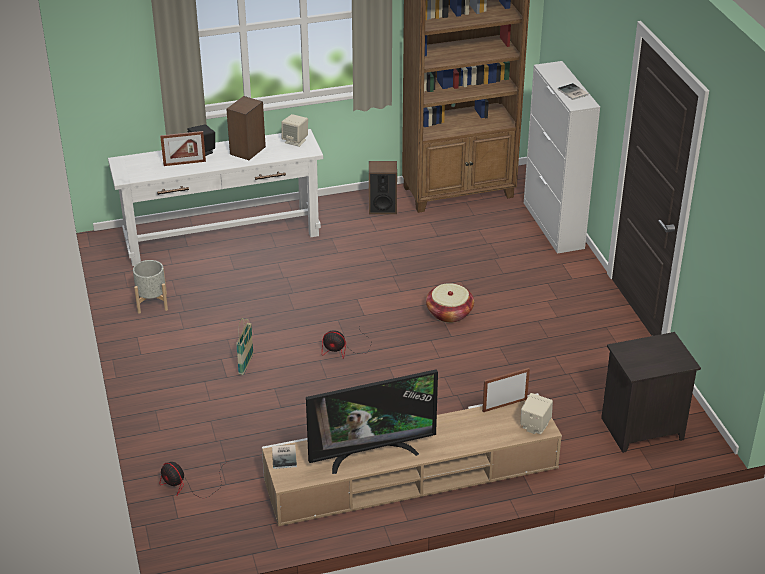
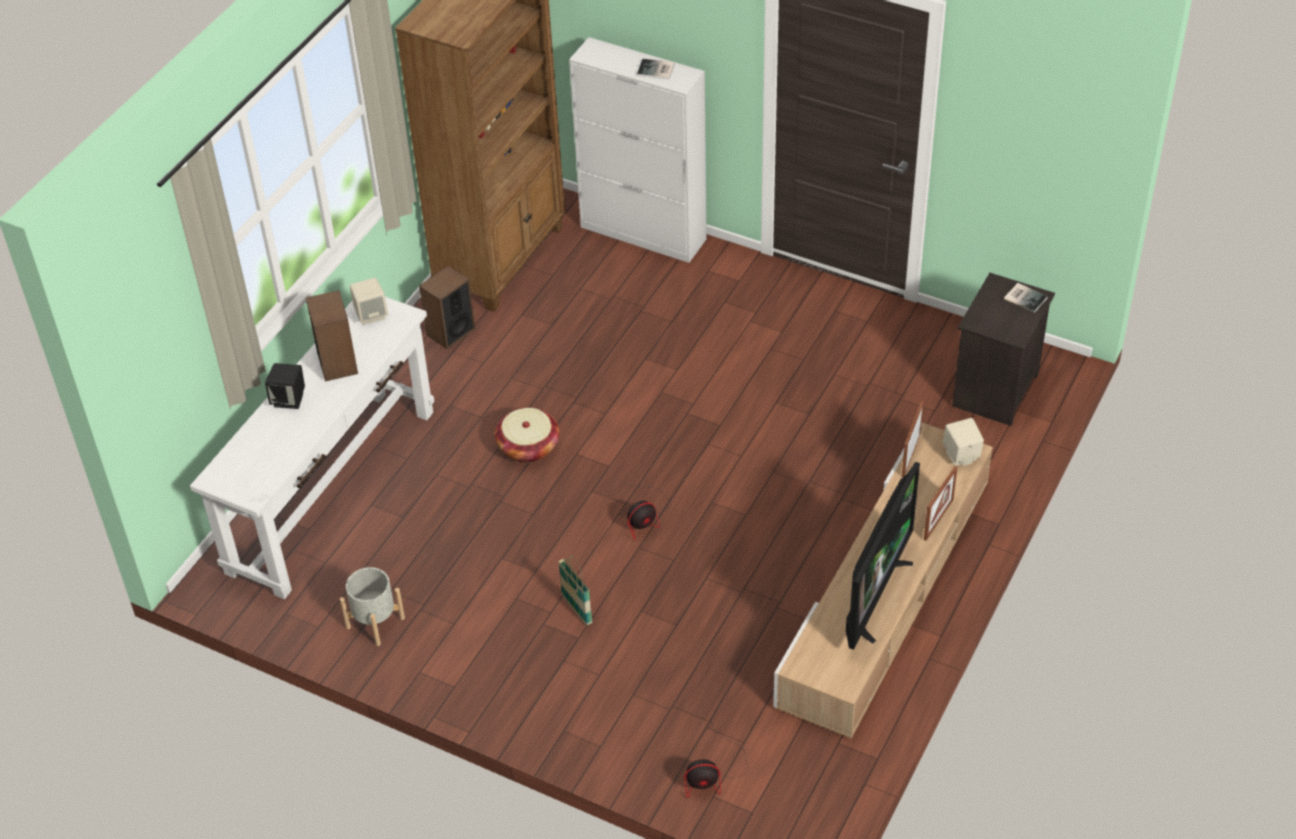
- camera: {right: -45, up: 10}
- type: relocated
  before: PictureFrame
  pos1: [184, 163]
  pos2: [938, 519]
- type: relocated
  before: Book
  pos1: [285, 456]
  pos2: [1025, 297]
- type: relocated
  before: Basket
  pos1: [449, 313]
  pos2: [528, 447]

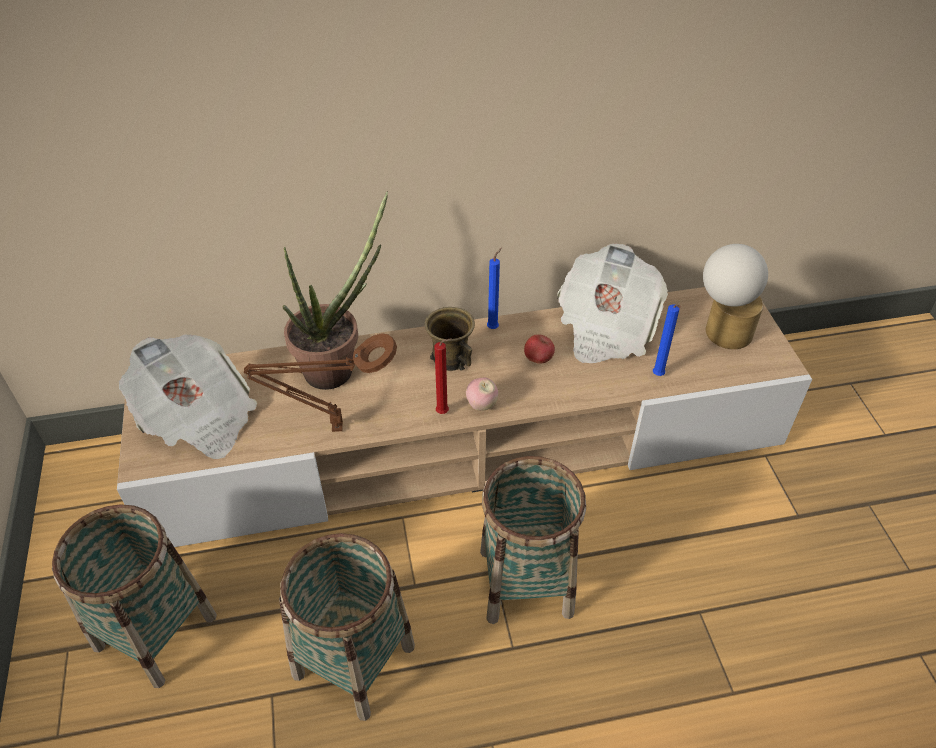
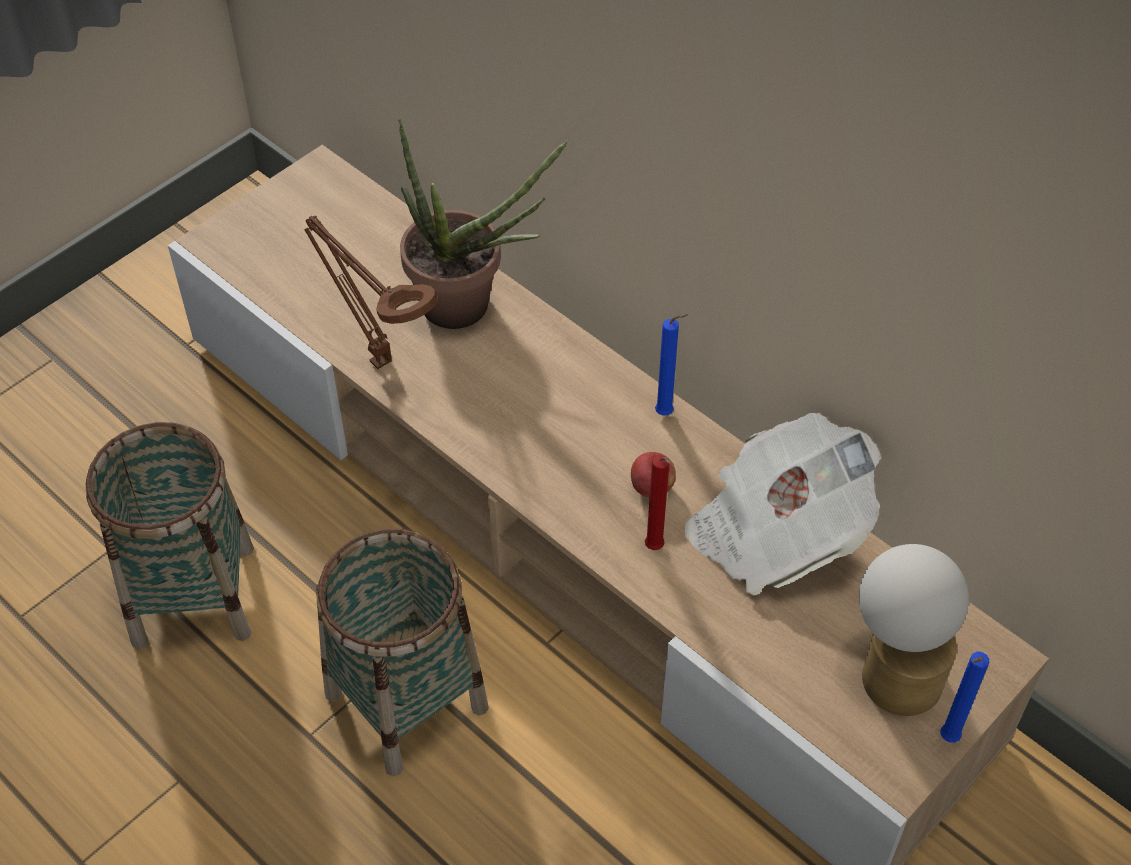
- camera: {right: 55, up: 5}
- type: missing
  before: Basket
  pos1: [155, 631]
- type: missing
  before: Newspaper
  pos1: [198, 417]
- type: missing
  before: BrownMug
  pos1: [451, 359]
- type: relocated
  before: RedCandle
  pos1: [444, 413]
  pos2: [655, 549]
- type: missing
  before: Apple
  pos1: [481, 405]
- type: relocated
  before: BlueCandle
  pos1: [658, 376]
  pos2: [946, 739]

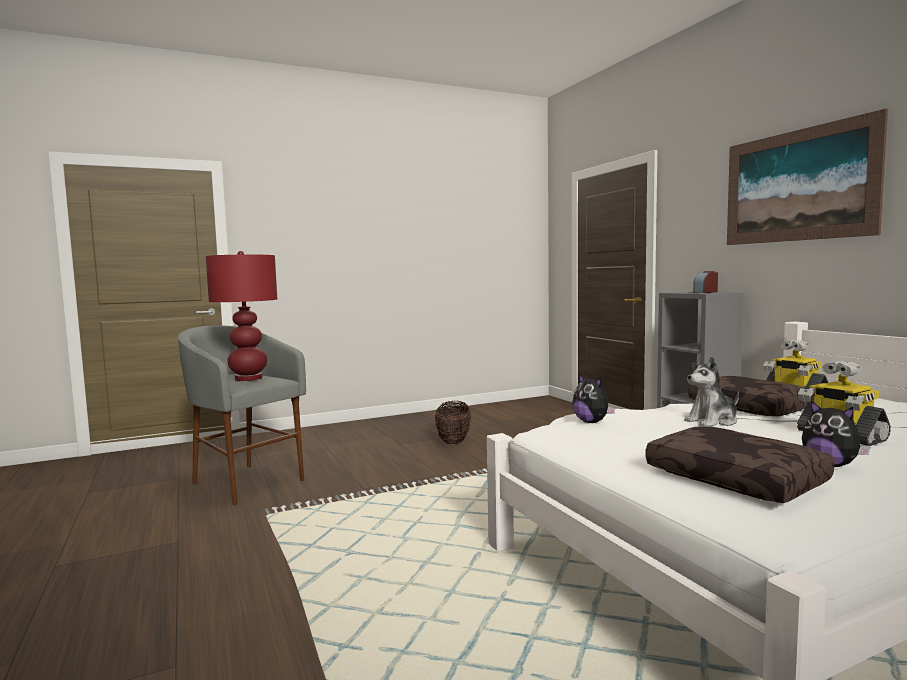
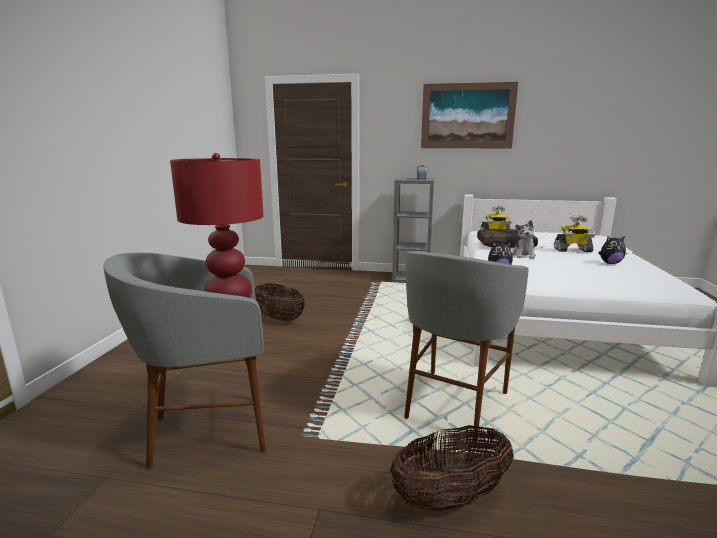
- camera: {right: -55, up: 10}
- type: missing
  before: BrownPillow
  pos1: [737, 479]
- type: appeared
  after: Basket
  pos2: [450, 497]
- type: appeared
  after: GreyStool
  pos2: [454, 404]

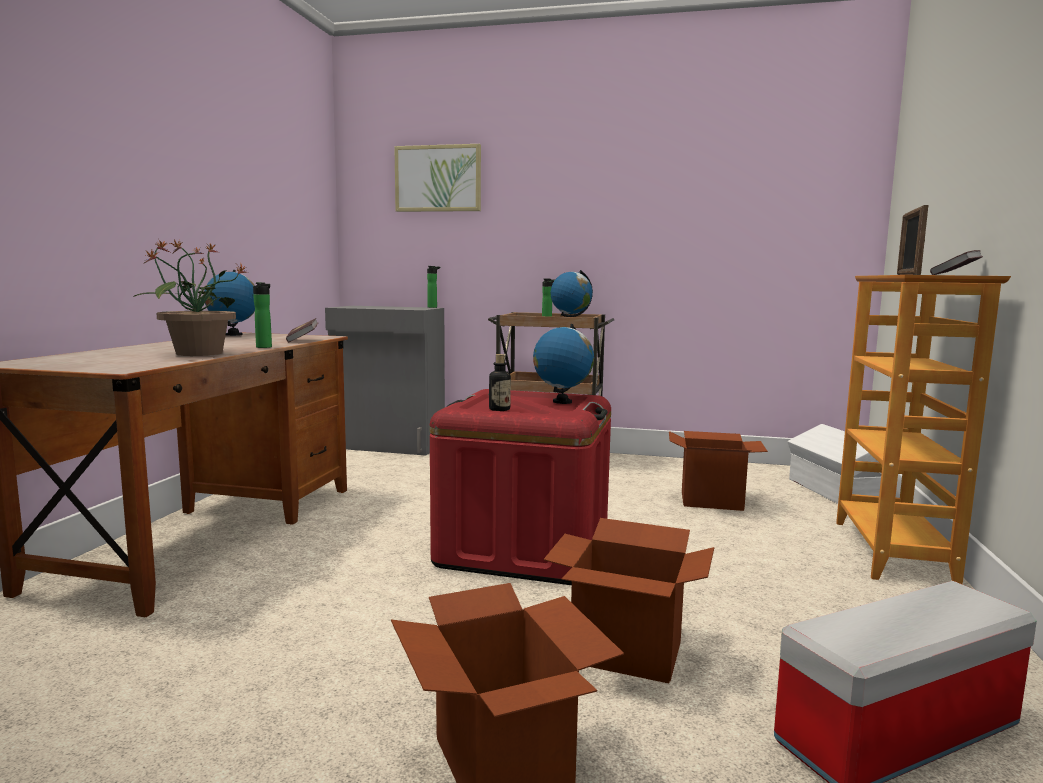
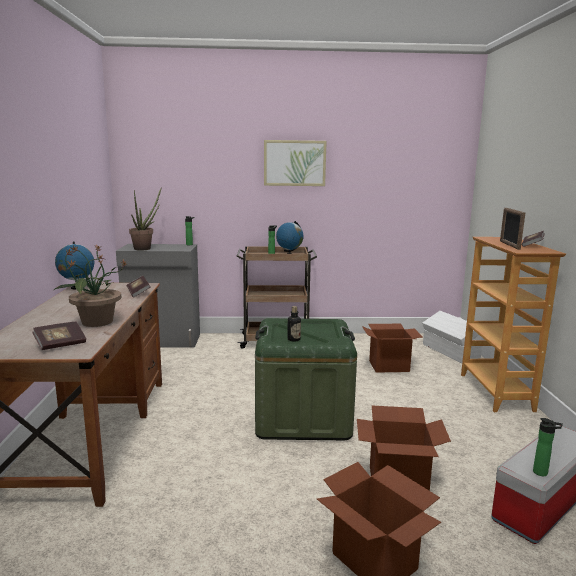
- camera: {right: -15, up: 5}
- type: relocated
  before: Bottle
  pos1: [264, 347]
  pos2: [542, 473]
- type: relocated
  before: Picture
  pos1: [438, 178]
  pos2: [294, 163]
- type: colour
  before: RedStorageBox
  after: GreenStorageBox
  pos1: [524, 548]
  pos2: [303, 416]
- type: missing
  before: Globe
  pos1: [562, 402]
- type: appeared
  after: Book
  pos2: [60, 344]
- type: appeared
  after: PottedPlant
  pos2: [145, 248]

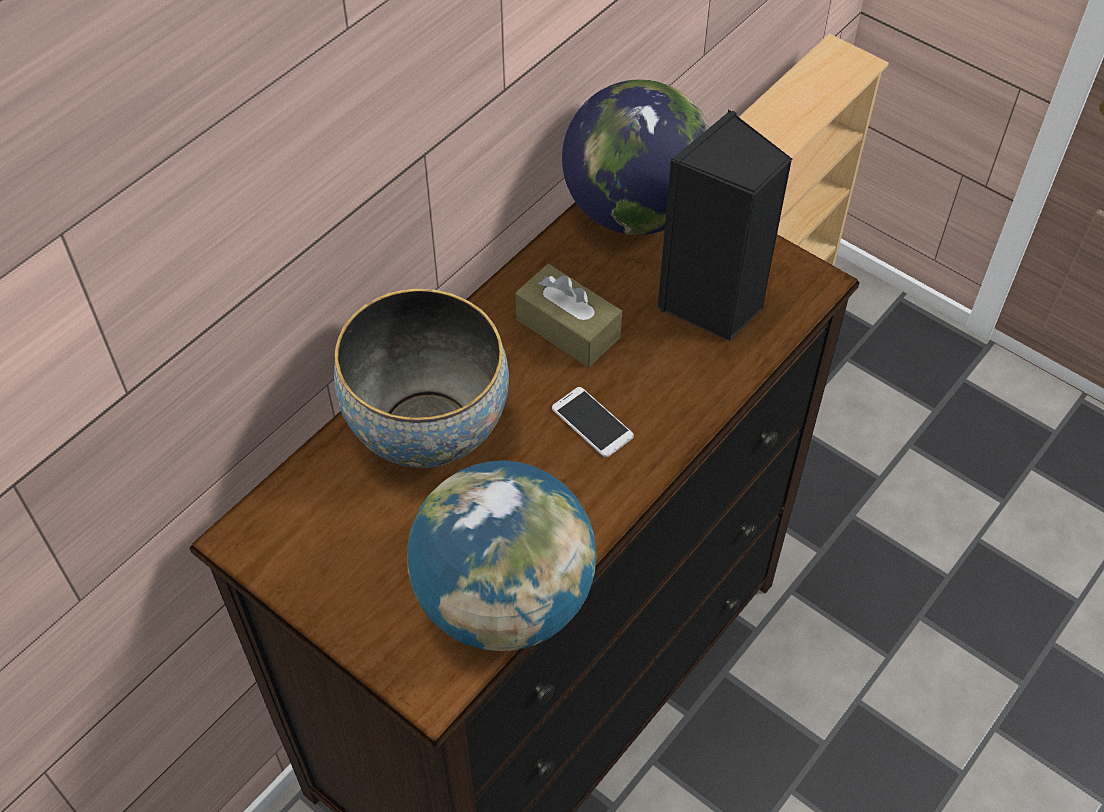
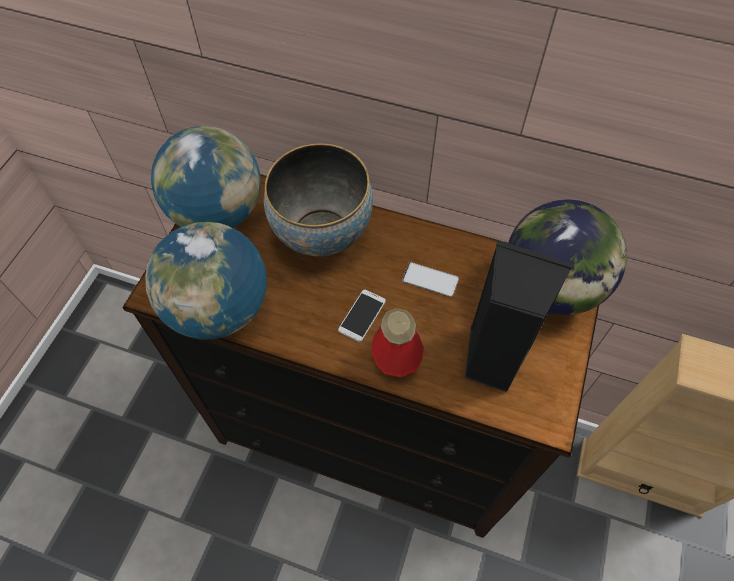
- camera: {right: 70, up: 5}
- type: exchanged
  before: BrownTissueBox
  after: Phone
  pos1: [568, 328]
  pos2: [430, 279]
- type: appeared
  after: Globe
  pos2: [217, 213]
- type: appeared
  after: Bottle
  pos2: [396, 358]

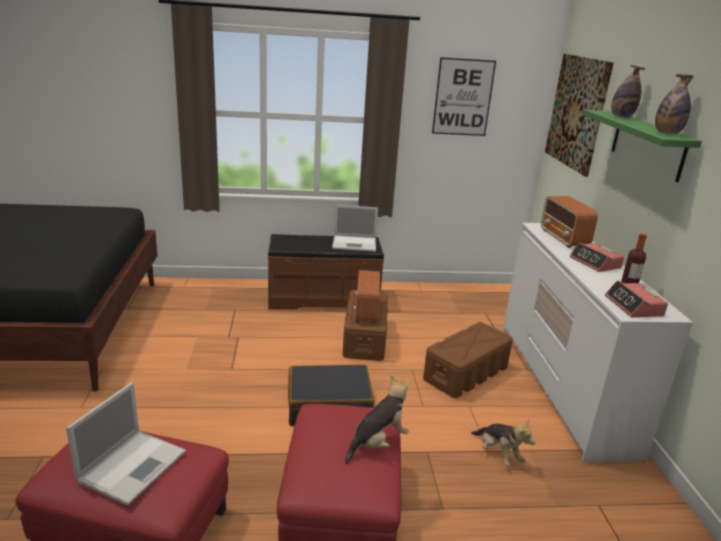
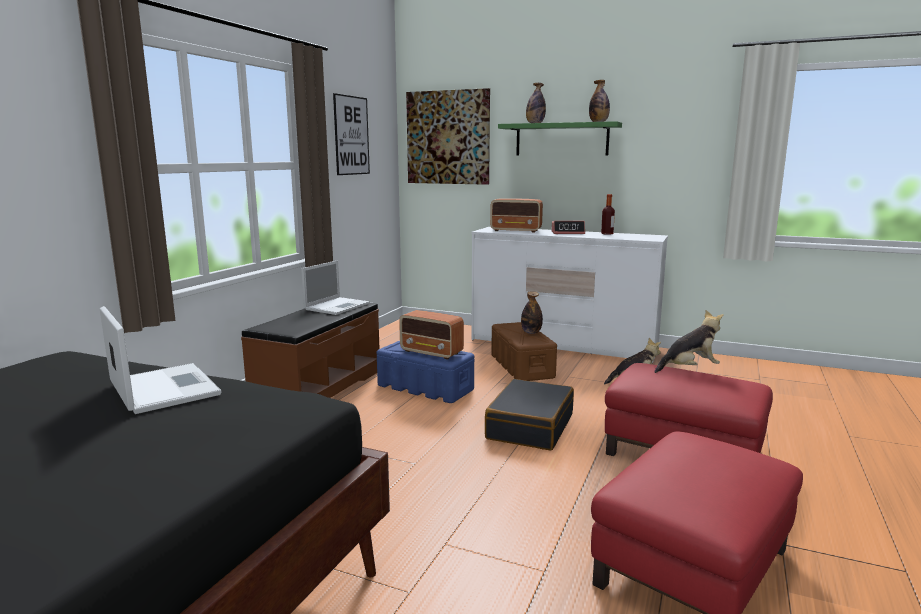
- camera: {right: -60, up: -10}
- type: relocated
  before: Laptop
  pos1: [133, 465]
  pos2: [163, 388]
- type: colour
  before: BrownStorageBox
  after: BlueStorageBox
  pos1: [364, 338]
  pos2: [426, 388]
- type: spun
  before: PlushToy
  pos1: [378, 443]
  pos2: [689, 369]
  turn: 90
- type: missing
  before: AlarmClock
  pos1: [634, 306]
- type: appeared
  after: Bottle
  pos2: [531, 332]

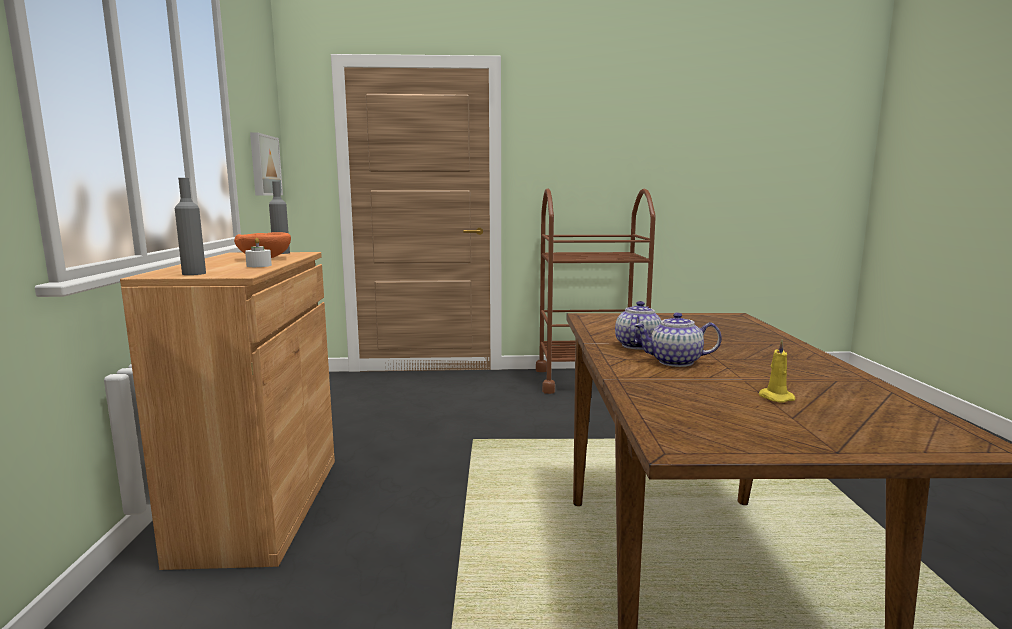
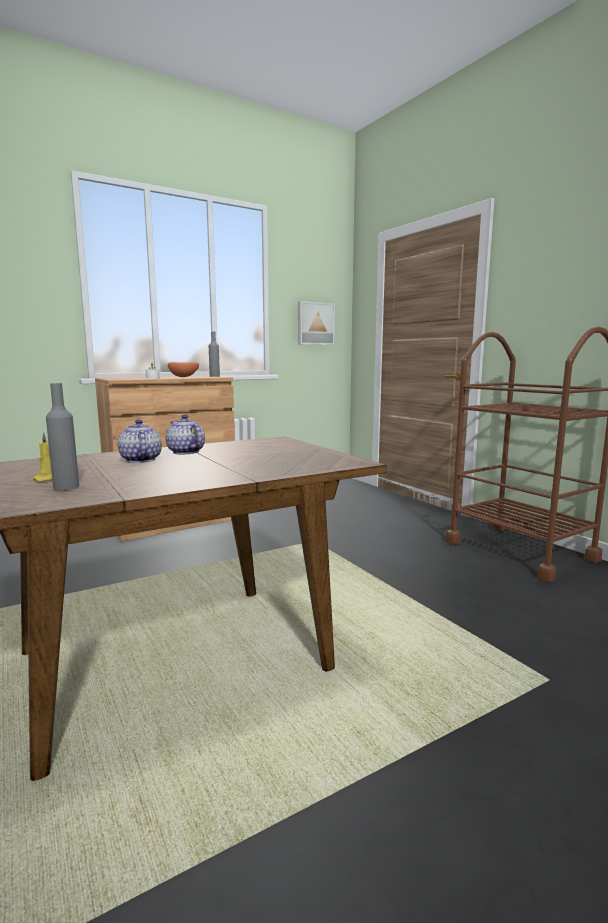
- camera: {right: 60, up: 0}
- type: relocated
  before: GreyBottle
  pos1: [194, 273]
  pos2: [66, 487]
- type: spun
  before: Teapot
  pos1: [637, 345]
  pos2: [185, 452]
  turn: -120

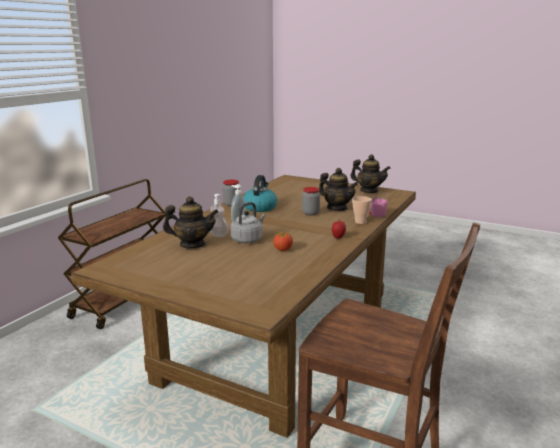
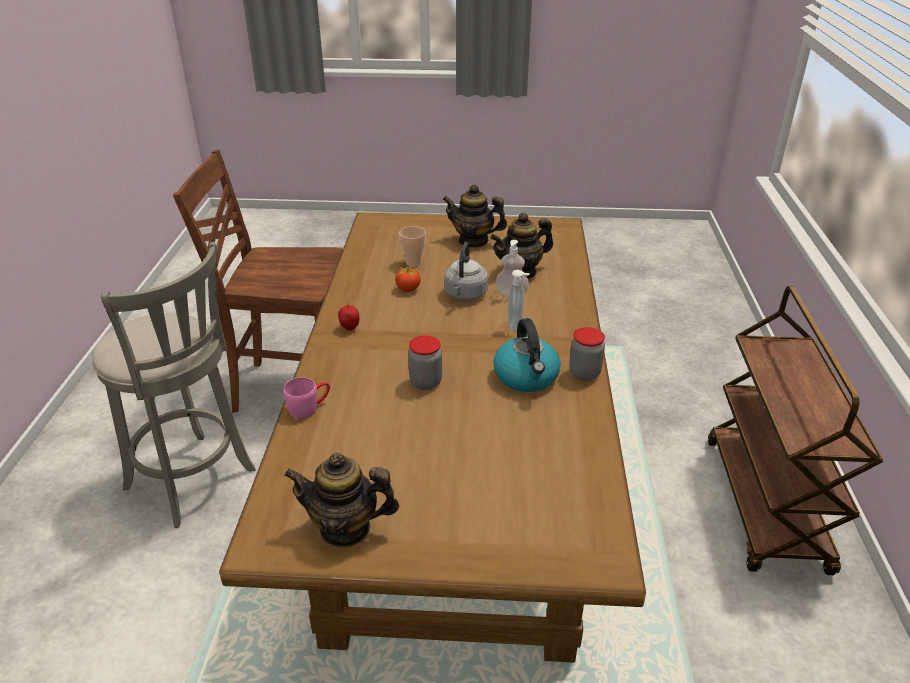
- camera: {right: 155, up: 15}
- type: relocated
  before: Teapot
  pos1: [337, 208]
  pos2: [473, 241]
- type: relocated
  before: Cup
  pos1: [360, 222]
  pos2: [413, 263]
- type: appeared
  after: GreyStool
  pos2: [194, 482]

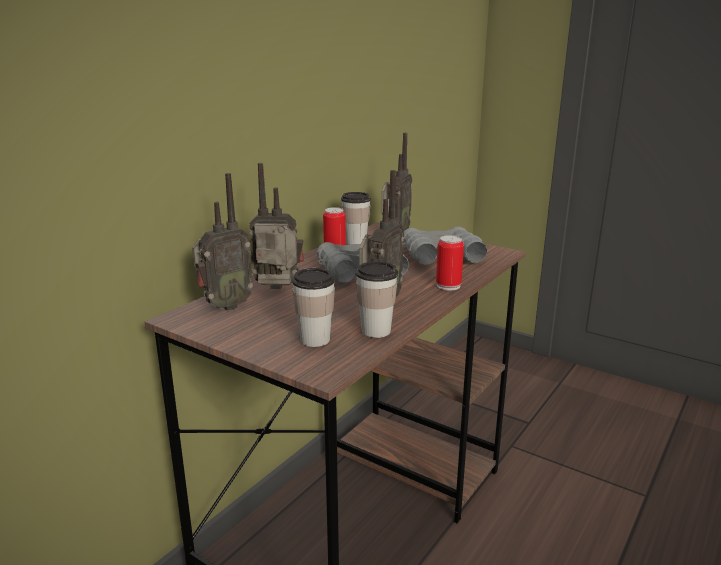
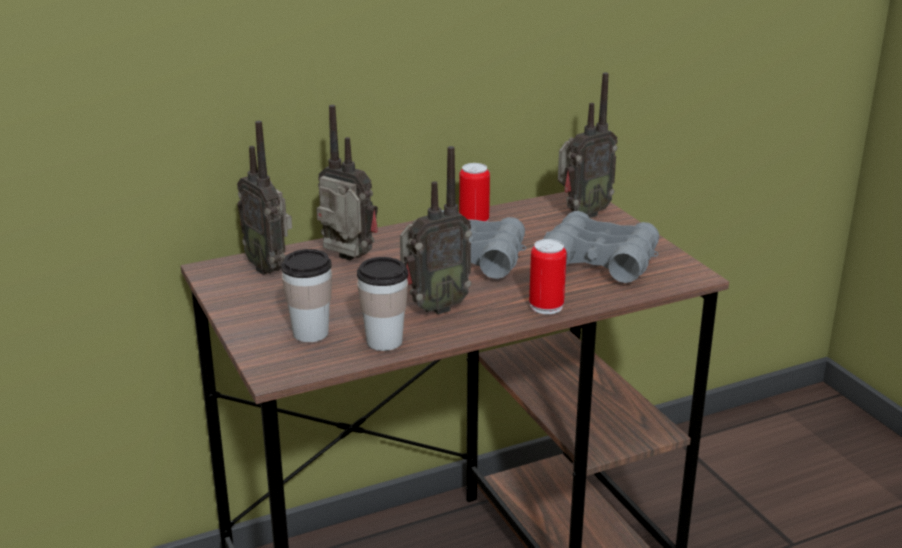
- camera: {right: 30, up: 5}
- type: spun
  before: Radio
  pos1: [224, 306]
  pos2: [269, 267]
  turn: 60
- type: missing
  before: Cup
  pos1: [355, 242]

